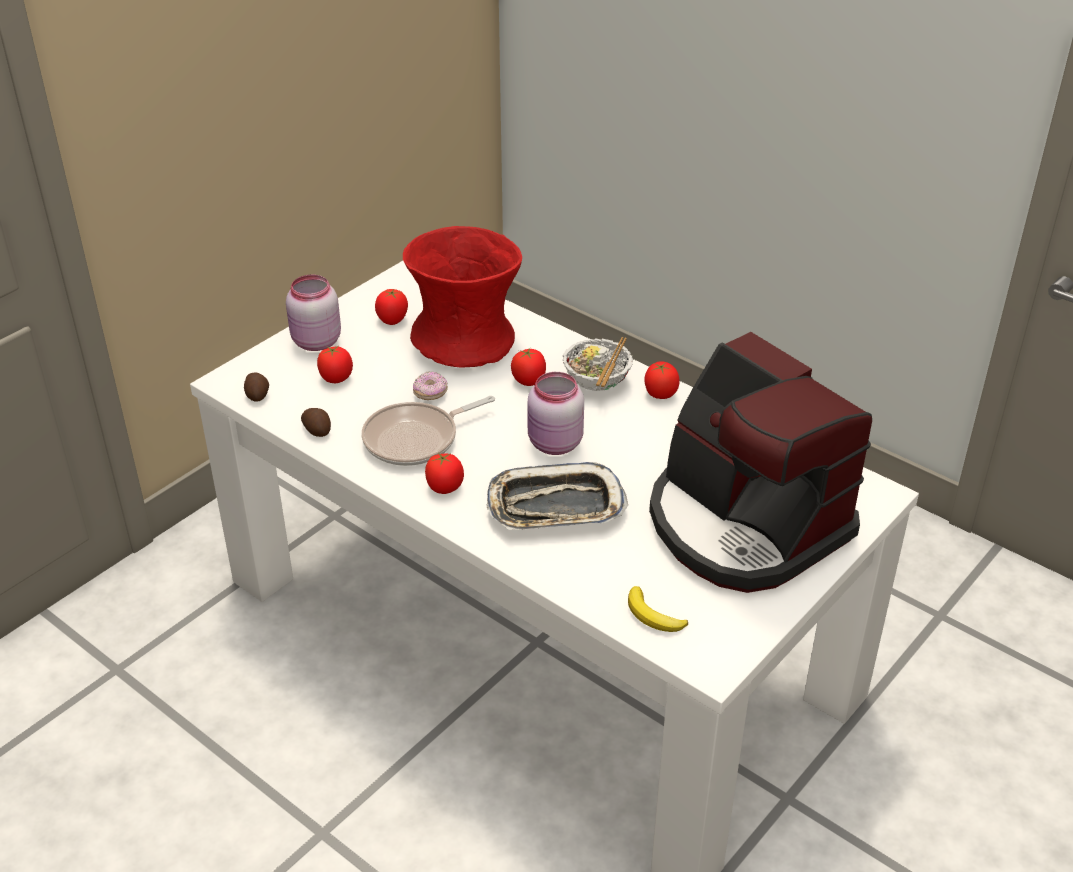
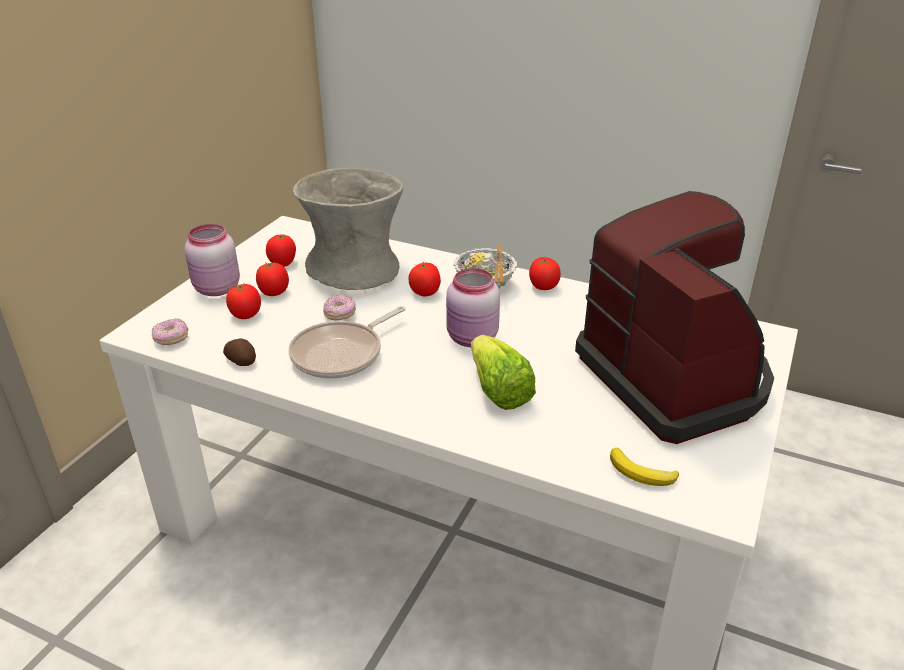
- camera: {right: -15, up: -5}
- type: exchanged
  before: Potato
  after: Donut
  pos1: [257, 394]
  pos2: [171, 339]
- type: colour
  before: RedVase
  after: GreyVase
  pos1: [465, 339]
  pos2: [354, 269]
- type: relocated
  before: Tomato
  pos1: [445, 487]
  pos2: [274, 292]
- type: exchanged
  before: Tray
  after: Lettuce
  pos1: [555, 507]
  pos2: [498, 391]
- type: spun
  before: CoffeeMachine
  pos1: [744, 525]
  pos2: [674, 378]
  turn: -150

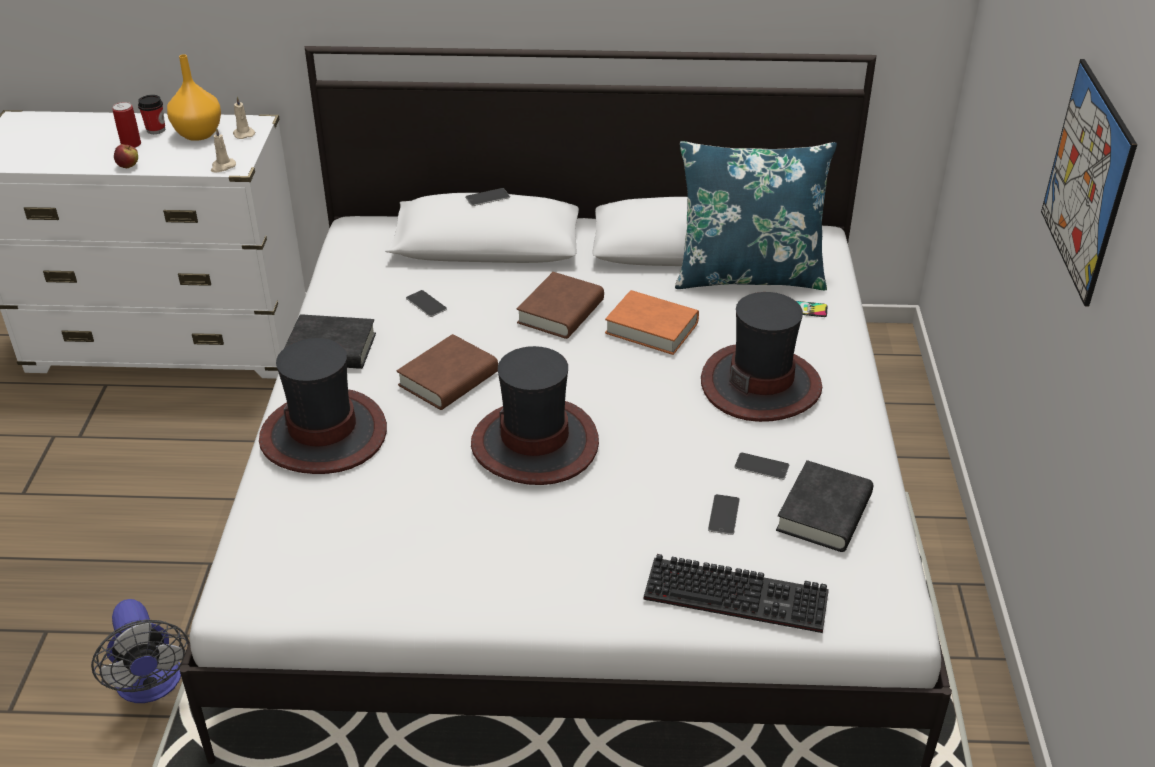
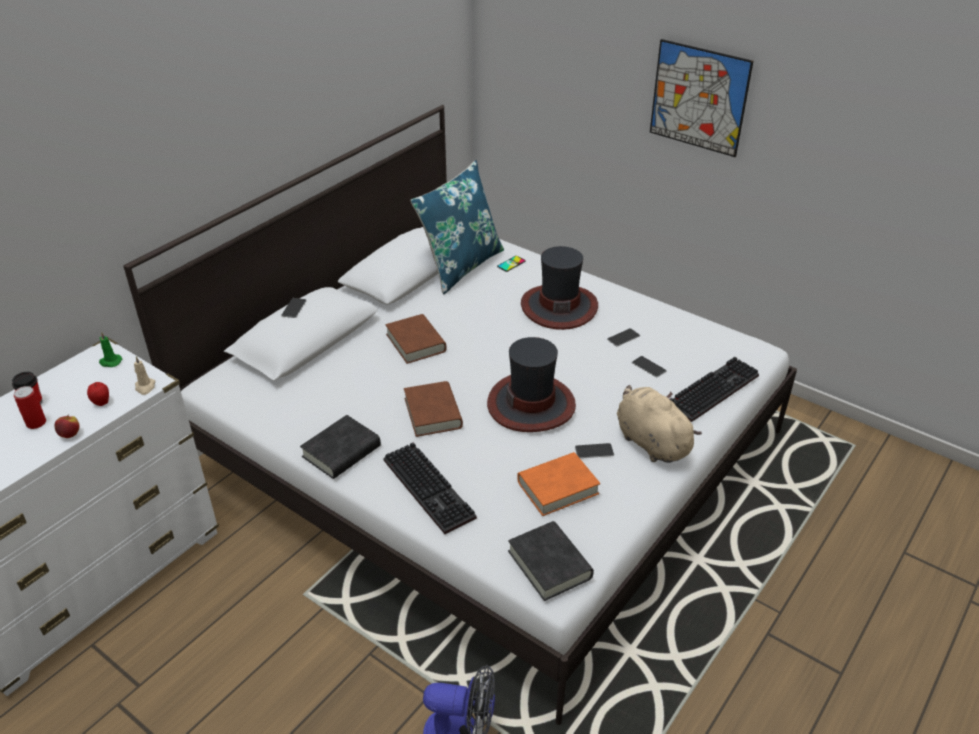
- camera: {right: -55, up: 0}
- type: missing
  before: OrangeVase
  pos1: [199, 134]
- type: colour
  before: BeigeCandle
  after: GreenCandle
  pos1: [243, 134]
  pos2: [110, 362]
- type: exchanged
  before: Hat
  after: Keyboard
  pos1: [324, 434]
  pos2: [431, 489]
- type: relocated
  before: Phone
  pos1: [426, 303]
  pos2: [594, 451]
- type: relocated
  before: OrangeBook
  pos1: [651, 328]
  pos2: [557, 488]
- type: relocated
  before: BlackBook
  pos1: [824, 513]
  pos2: [549, 564]
- type: appeared
  after: Apple
  pos2: [101, 402]
- type: appeared
  after: BeigePlushToy
  pos2: [650, 441]

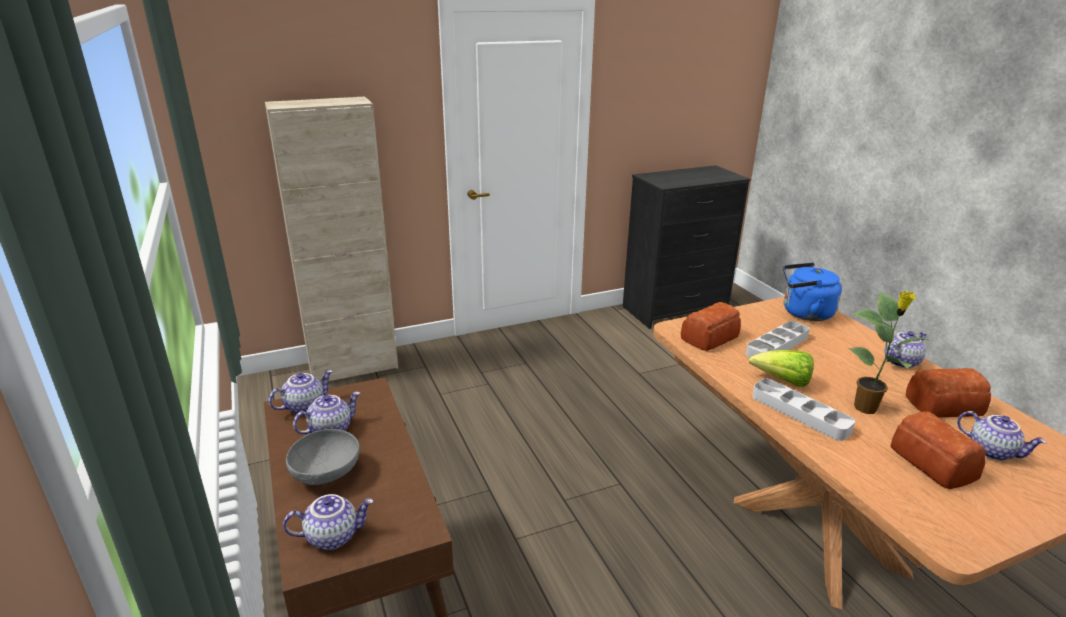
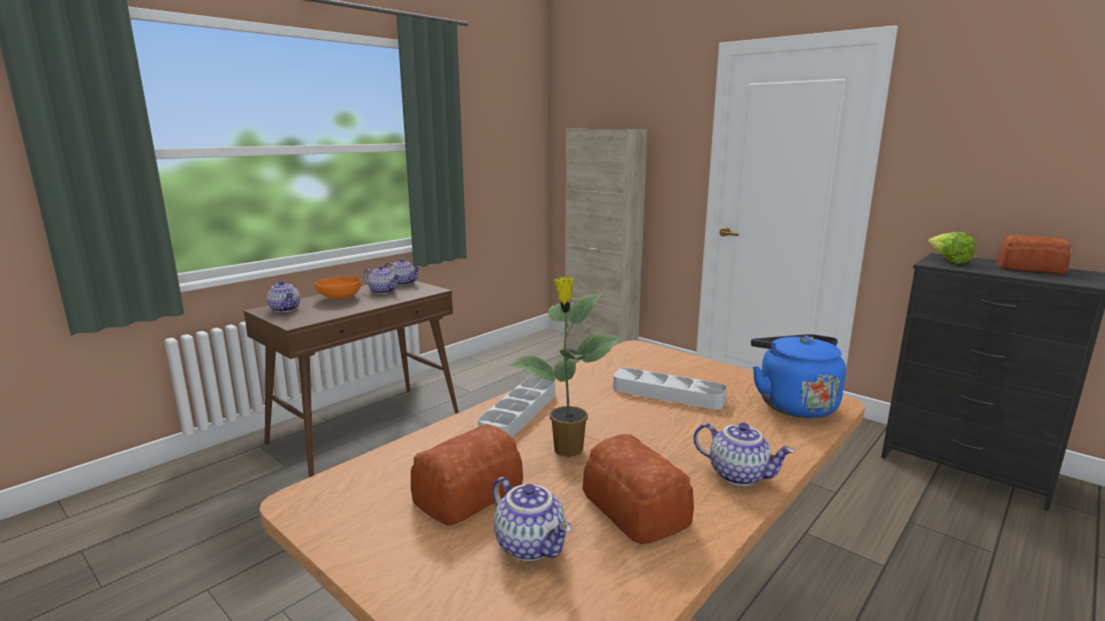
- camera: {right: 65, up: -10}
- type: colour
  before: GreyBowl
  after: OrangeBowl
  pos1: [327, 474]
  pos2: [339, 299]
- type: relocated
  before: Bread
  pos1: [711, 337]
  pos2: [1031, 269]
- type: relocated
  before: Lettuce
  pos1: [783, 381]
  pos2: [947, 261]
- type: spun
  before: Teapot
  pos1: [992, 451]
  pos2: [532, 545]
  turn: -60

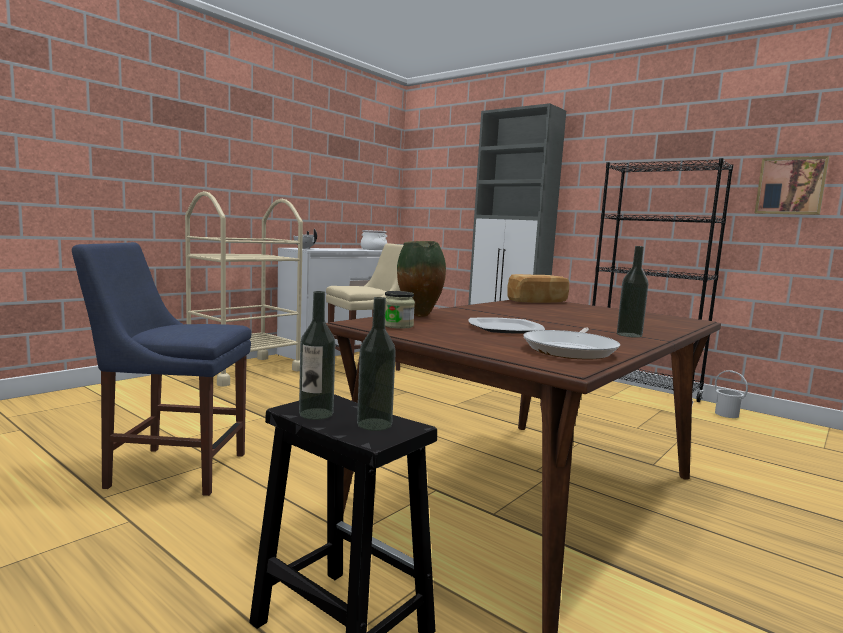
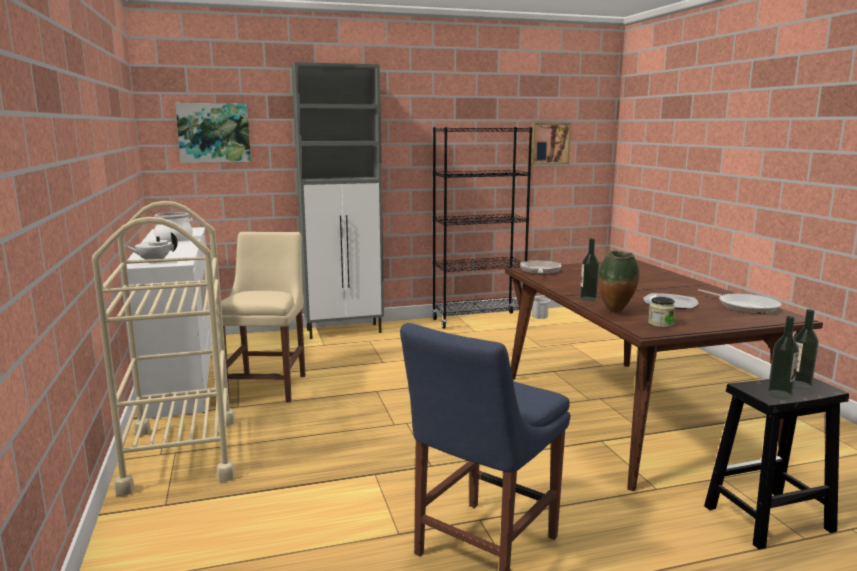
- camera: {right: -55, up: 5}
- type: exchanged
  before: Bread
  after: FryingPan
  pos1: [538, 302]
  pos2: [540, 272]
- type: relocated
  before: Bottle
  pos1: [629, 335]
  pos2: [588, 298]
- type: appeared
  after: Picture
  pos2: [214, 133]

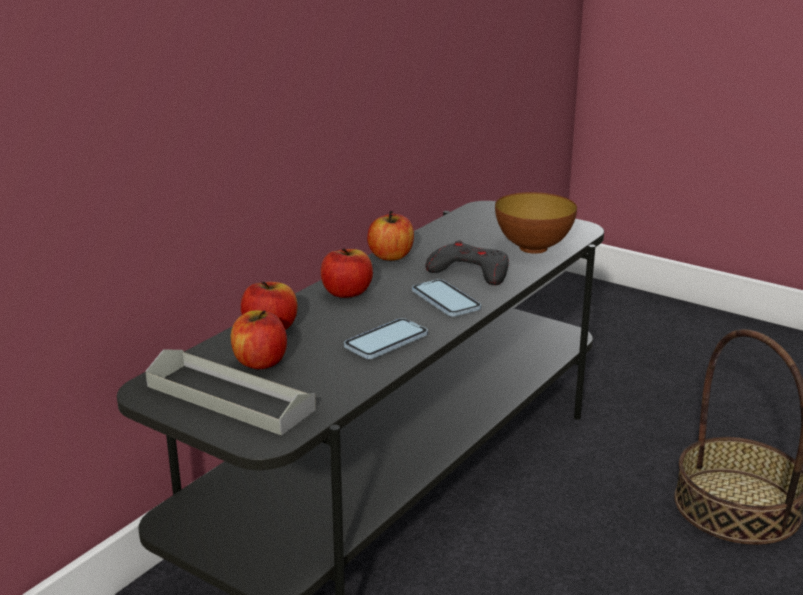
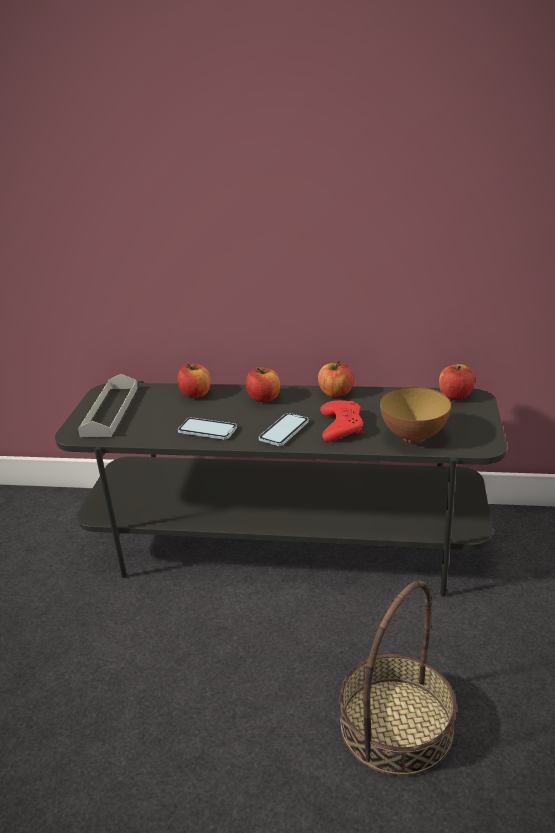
- camera: {right: 65, up: 5}
- type: relocated
  before: Apple
  pos1: [260, 362]
  pos2: [455, 396]
- type: colour
  before: GreyGameController
  after: RedGameController
  pos1: [470, 271]
  pos2: [341, 425]

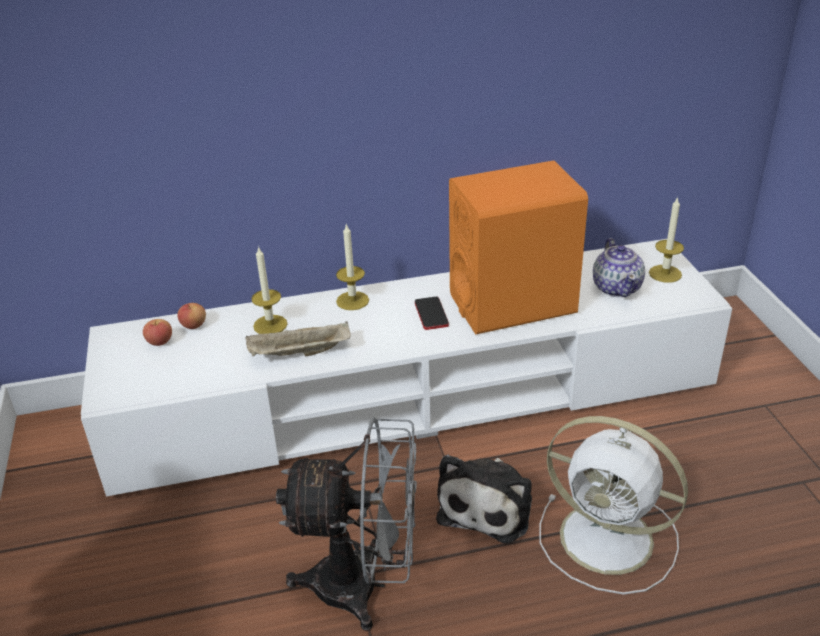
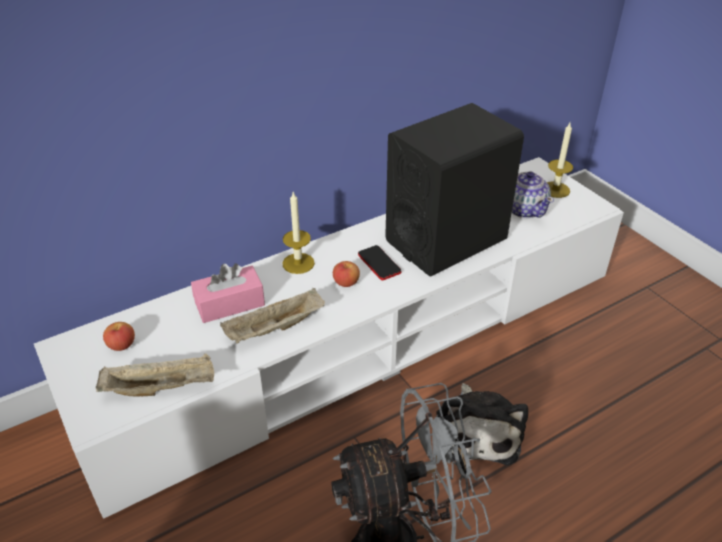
- camera: {right: -20, up: 5}
- type: relocated
  before: Apple
  pos1: [193, 325]
  pos2: [346, 282]
- type: exchanged
  before: Candle
  after: PinkTissueBox
  pos1: [270, 325]
  pos2: [230, 304]
- type: colour
  before: OrangeSpeaker
  after: BlackSpeaker
  pos1: [513, 304]
  pos2: [446, 240]
- type: missing
  before: WhiteFan
  pos1: [610, 539]
- type: appeared
  after: BeigeTray
  pos2: [162, 387]

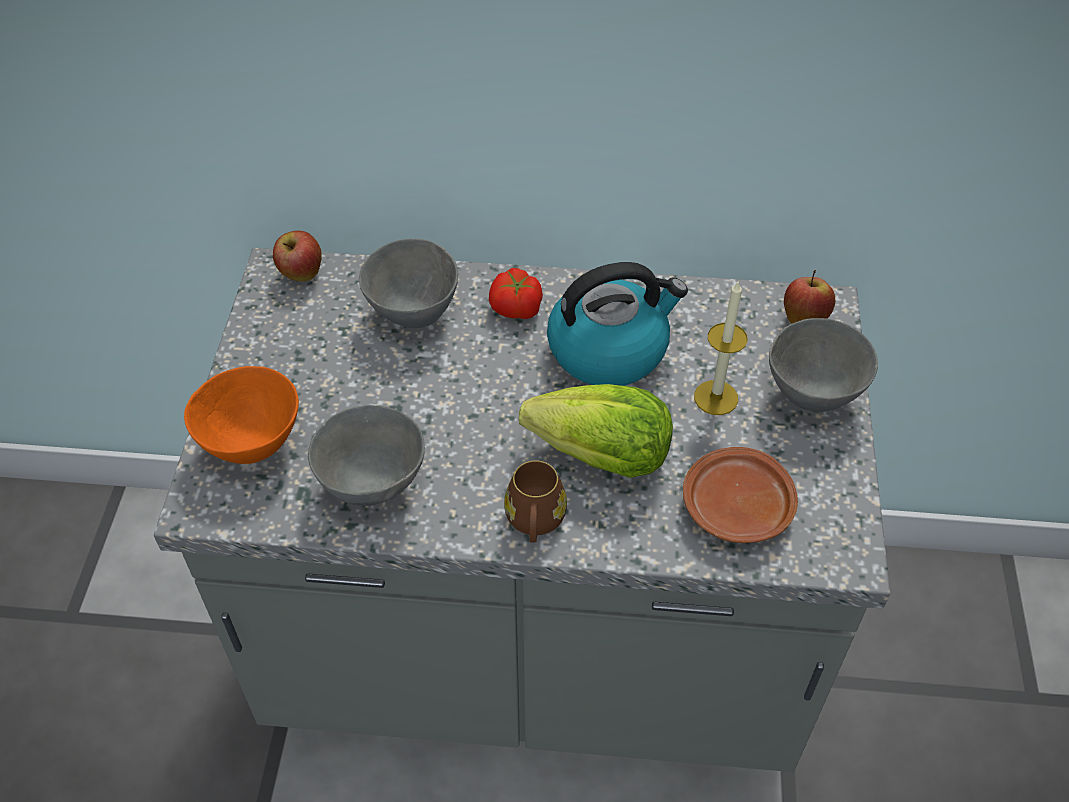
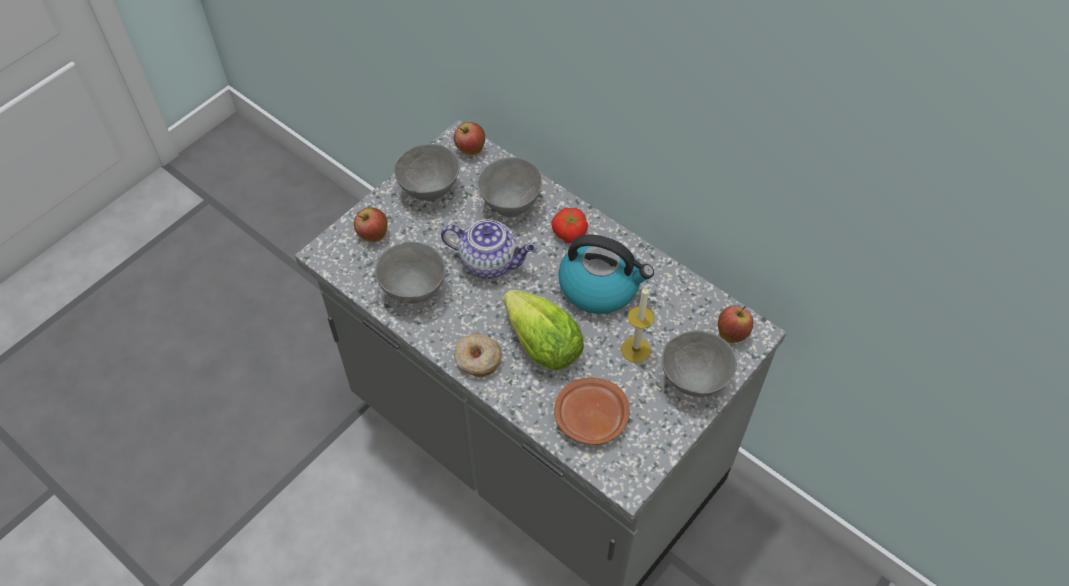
- camera: {right: 35, up: 5}
- type: exchanged
  before: OrangeBowl
  after: Apple
  pos1: [253, 446]
  pos2: [373, 235]
- type: exchanged
  before: BrownMug
  after: Donut
  pos1: [535, 522]
  pos2: [477, 359]
- type: appeared
  after: GreyBowl
  pos2: [429, 191]
- type: appeared
  after: Teapot
  pos2: [490, 262]

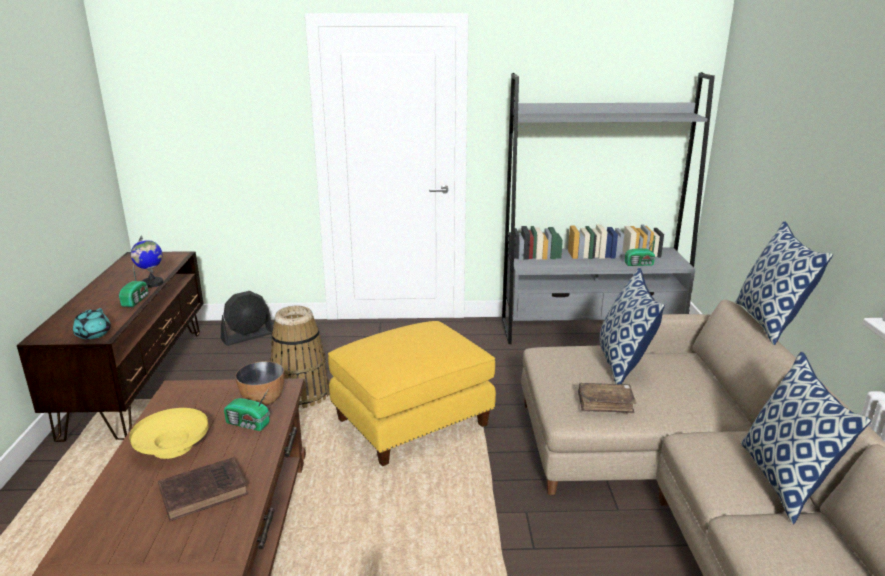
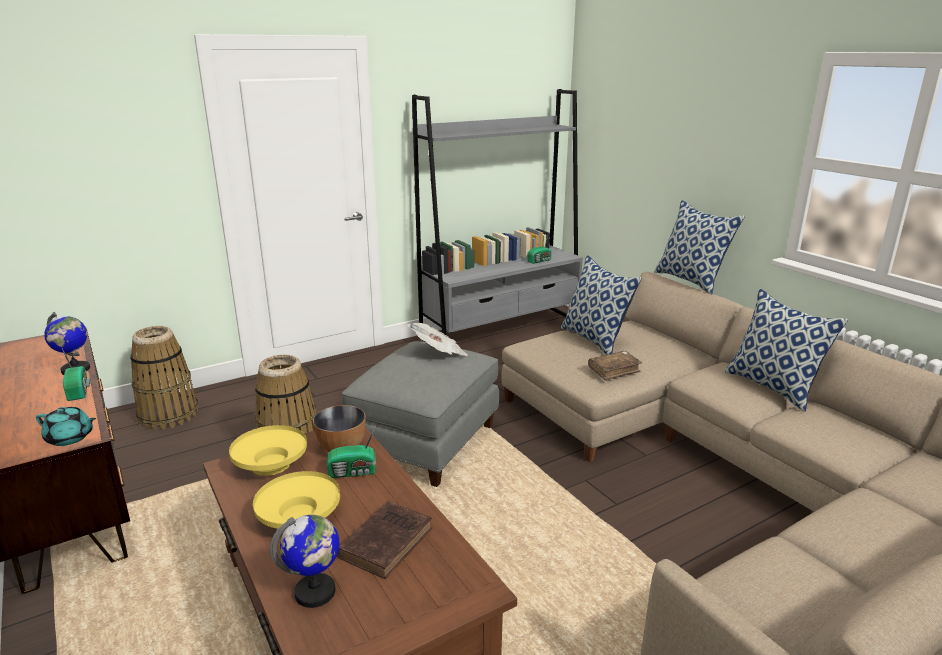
- camera: {right: -30, up: 0}
- type: spun
  before: TurquoiseTeapot
  pos1: [93, 334]
  pos2: [70, 438]
  turn: -45
- type: exchanged
  before: BlackFan
  after: Basket
  pos1: [248, 336]
  pos2: [169, 414]
- type: colour
  before: YellowOttoman
  after: GreyOttoman
  pos1: [412, 421]
  pos2: [425, 442]
- type: appeared
  after: YellowBowl
  pos2: [271, 464]
- type: appeared
  after: Globe
  pos2: [315, 592]
- type: appeared
  after: Newspaper
  pos2: [438, 353]

